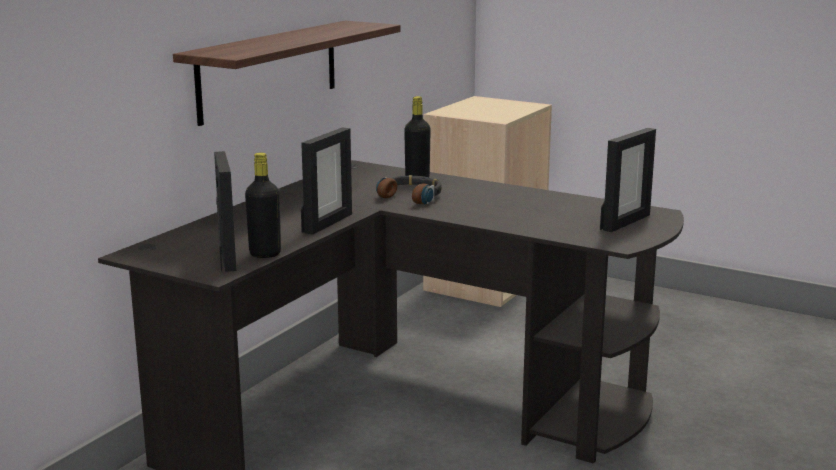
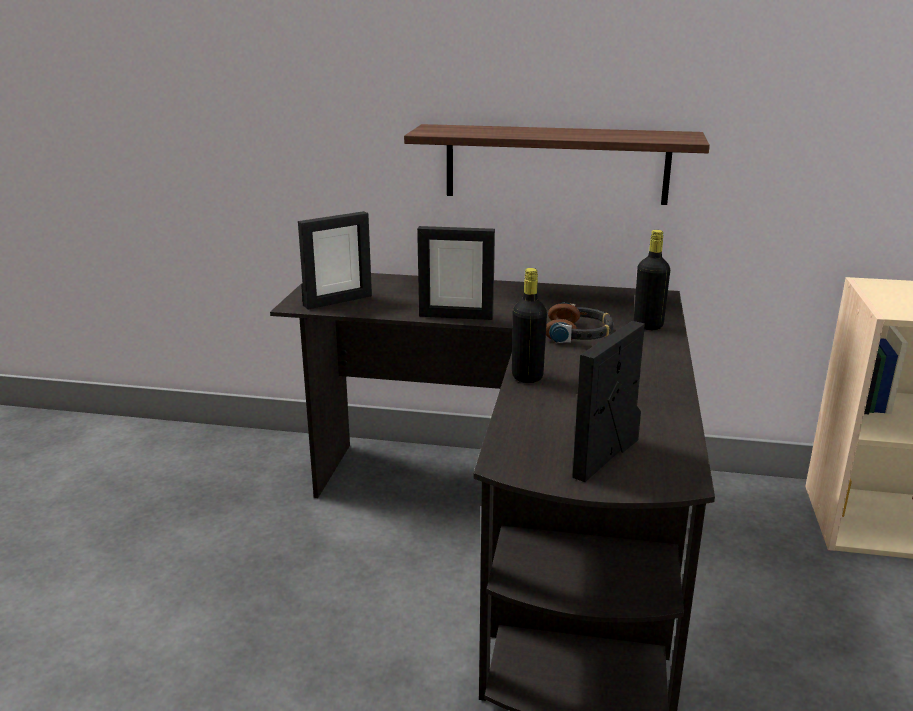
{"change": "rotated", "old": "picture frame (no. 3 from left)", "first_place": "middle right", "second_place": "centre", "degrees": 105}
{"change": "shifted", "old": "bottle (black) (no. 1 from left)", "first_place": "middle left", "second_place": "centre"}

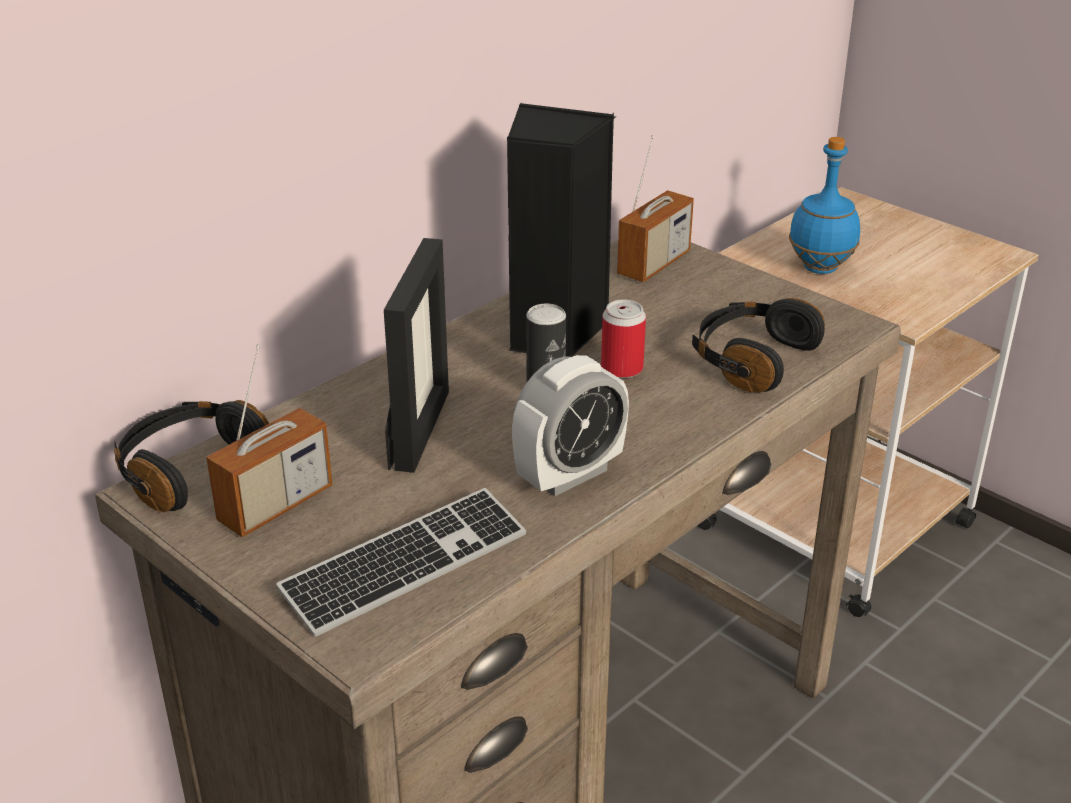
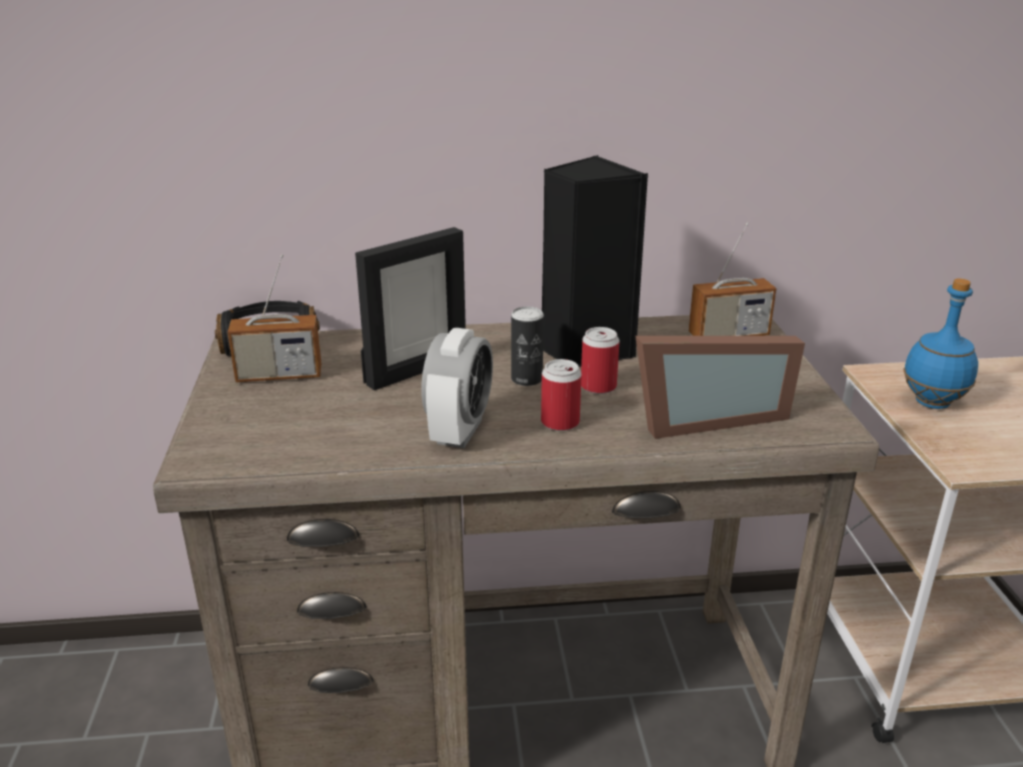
{"change": "swapped", "old": "headphones (black) (no. 2 from left)", "new": "picture frame (no. 2 from left)", "first_place": "middle right", "second_place": "middle right"}
{"change": "rotated", "old": "alarm clock", "first_place": "centre", "second_place": "centre", "degrees": -75}
{"change": "gone", "old": "keyboard", "first_place": "bottom centre"}
{"change": "new", "new": "can (no. 2 from left)", "second_place": "centre"}

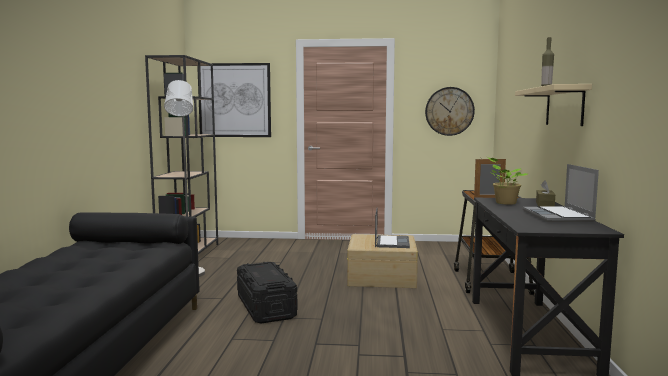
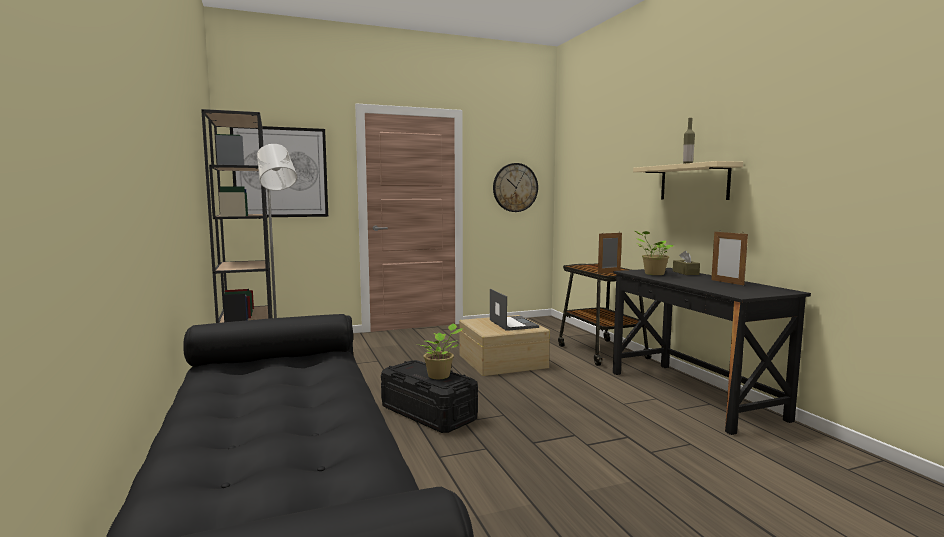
{"change": "swapped", "old": "laptop (no. 2 from left)", "new": "picture frame (no. 2 from left)", "first_place": "middle right", "second_place": "middle right"}
{"change": "new", "new": "potted plant (no. 1 from left)", "second_place": "centre"}

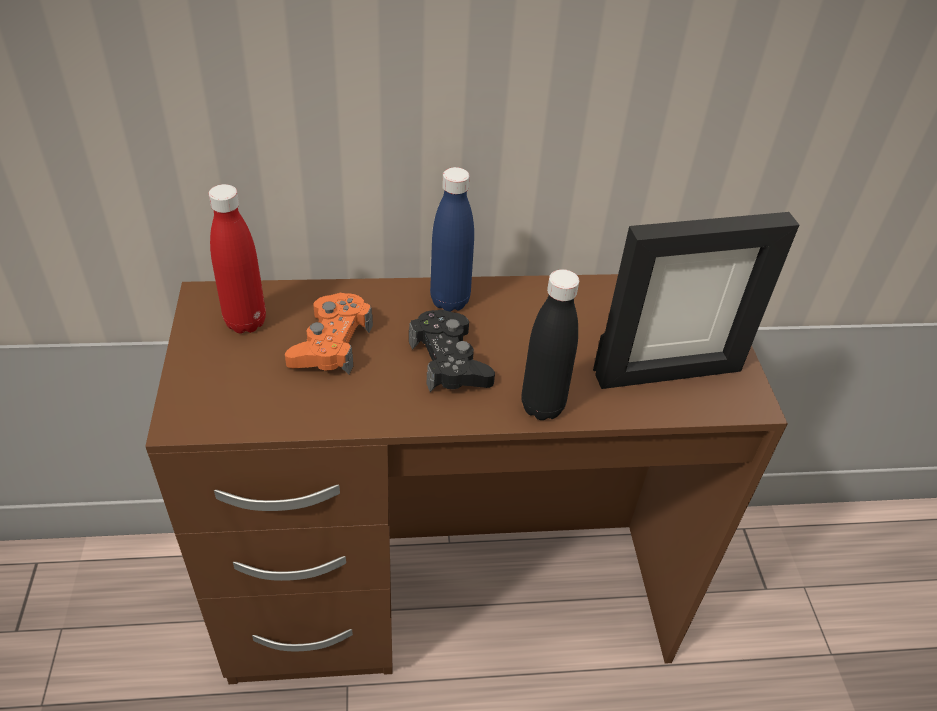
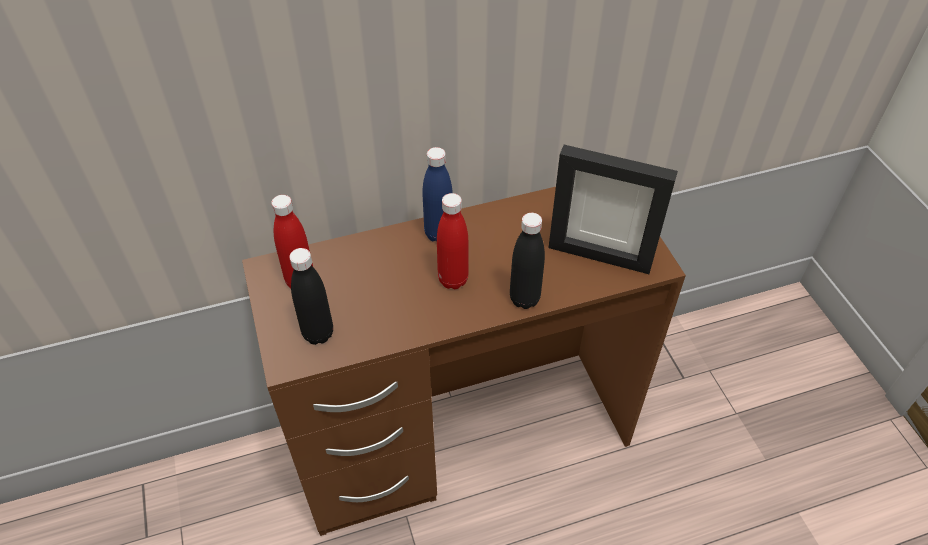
{"change": "rotated", "old": "picture frame", "first_place": "middle right", "second_place": "centre", "degrees": 45}
{"change": "gone", "old": "game controller (orange)", "first_place": "centre"}
{"change": "swapped", "old": "game controller (black)", "new": "bottle (red) (no. 2 from left)", "first_place": "centre", "second_place": "centre"}
{"change": "new", "new": "bottle (black) (no. 1 from left)", "second_place": "centre"}

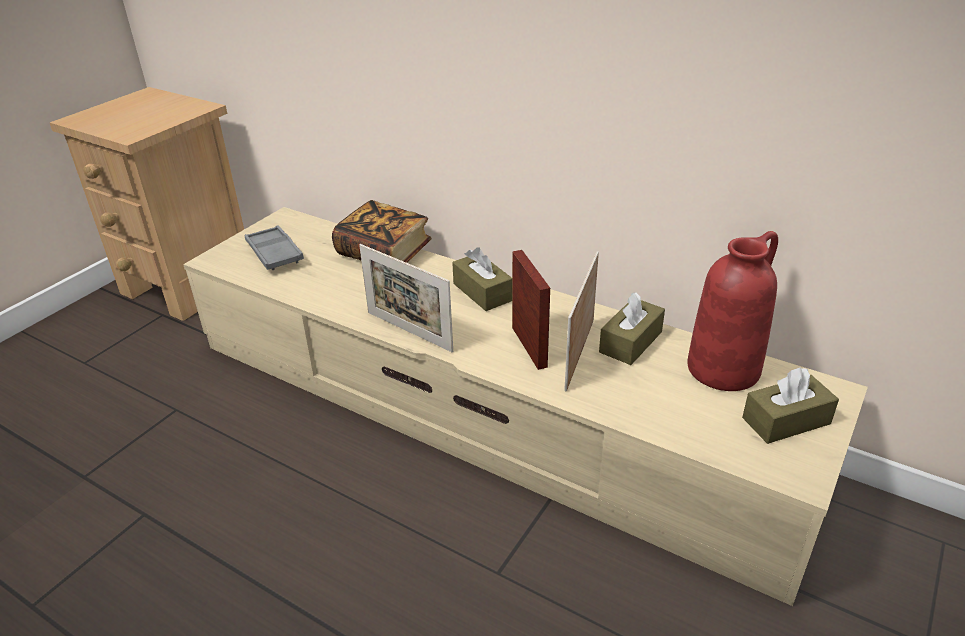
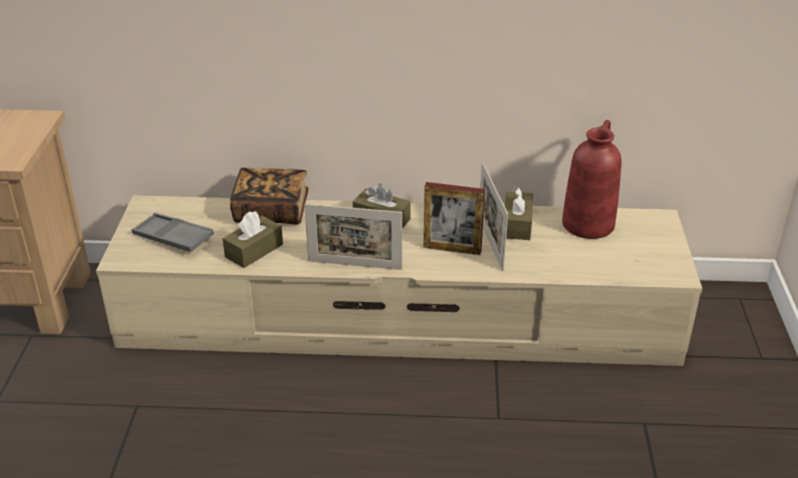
{"change": "rotated", "old": "picture frame (no. 2 from left)", "first_place": "centre", "second_place": "centre", "degrees": 150}
{"change": "shifted", "old": "tissue box (brown) (no. 3 from left in the first image)", "new": "tissue box (brown) (no. 1 from left)", "first_place": "middle right", "second_place": "middle left"}

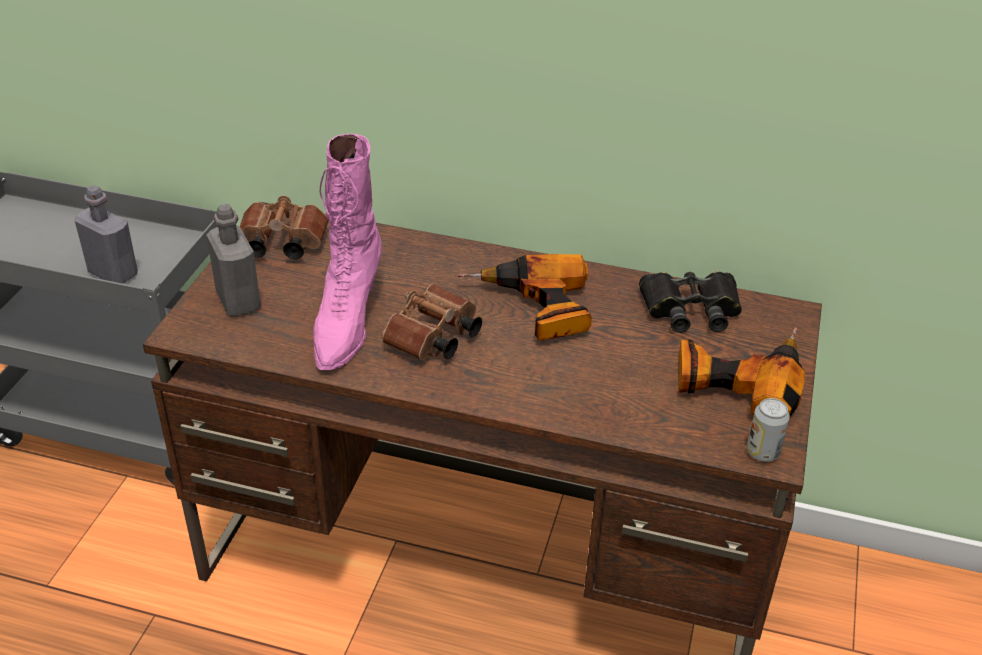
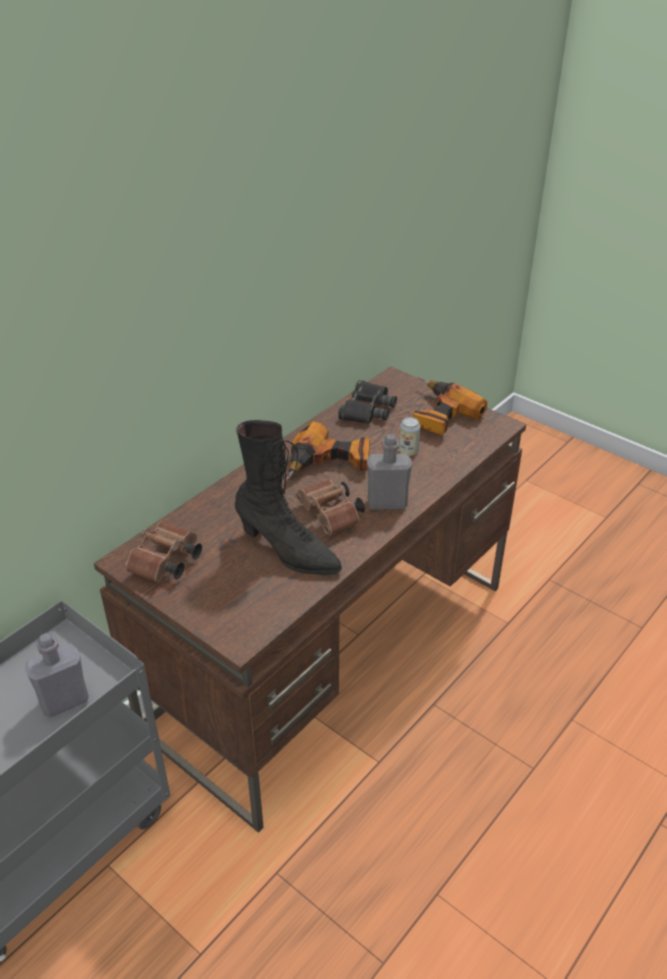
{"change": "repainted", "old": "boot (pink)", "new": "boot (black)", "first_place": "centre", "second_place": "centre"}
{"change": "shifted", "old": "bottle (grey) (no. 2 from left)", "first_place": "middle left", "second_place": "centre"}
{"change": "shifted", "old": "can", "first_place": "middle right", "second_place": "centre"}

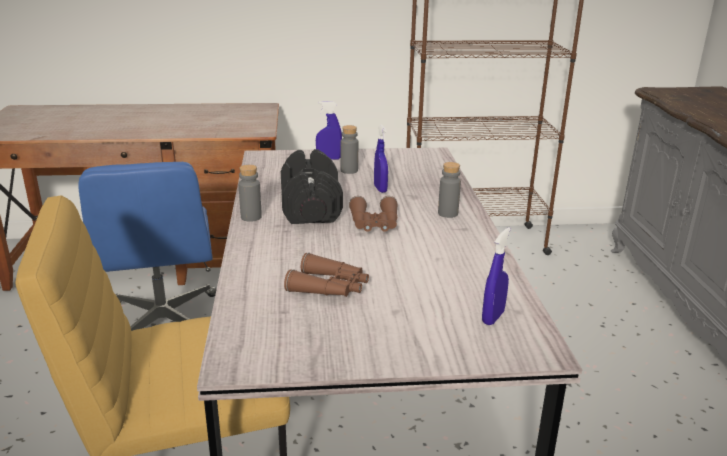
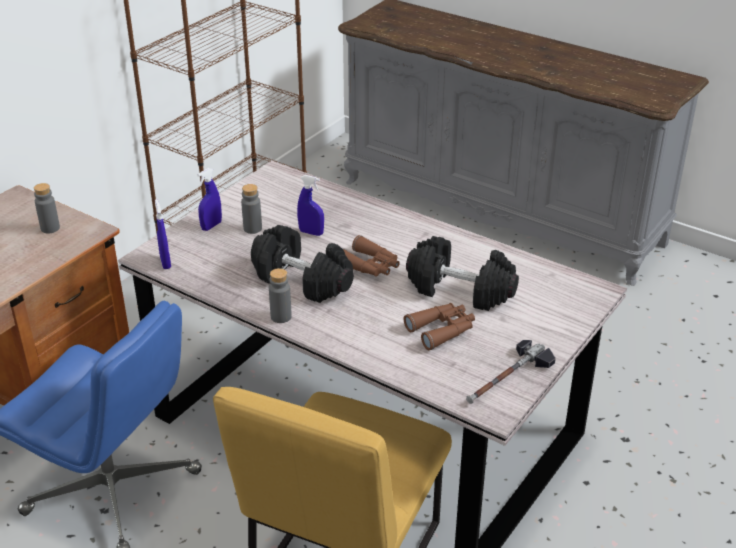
{"change": "shifted", "old": "bottle (grey) (no. 3 from left in the first image)", "new": "bottle (grey) (no. 1 from left)", "first_place": "centre", "second_place": "middle left"}
{"change": "shifted", "old": "spray bottle (blue) (no. 3 from left in the first image)", "new": "spray bottle (blue) (no. 1 from left)", "first_place": "middle right", "second_place": "middle left"}
{"change": "new", "new": "dumbbell (black) (no. 2 from left)", "second_place": "centre"}
{"change": "new", "new": "hammer", "second_place": "bottom right"}

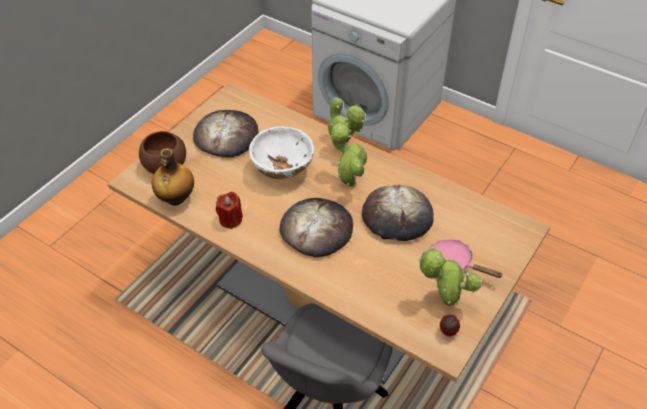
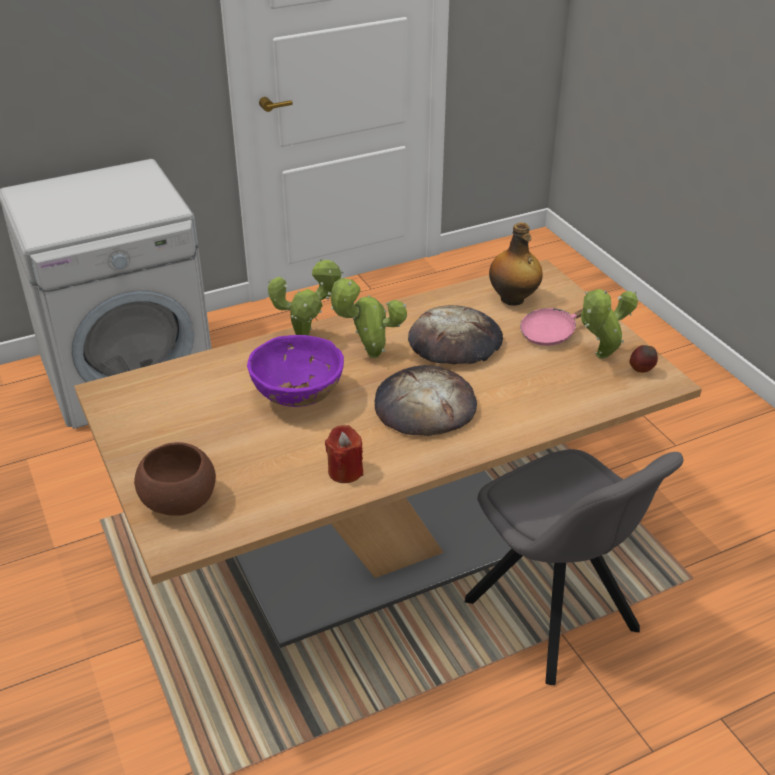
{"change": "gone", "old": "bread (no. 1 from left)", "first_place": "top centre"}
{"change": "repainted", "old": "bowl (white)", "new": "bowl (purple)", "first_place": "centre", "second_place": "centre"}
{"change": "shifted", "old": "bottle", "first_place": "middle left", "second_place": "centre"}

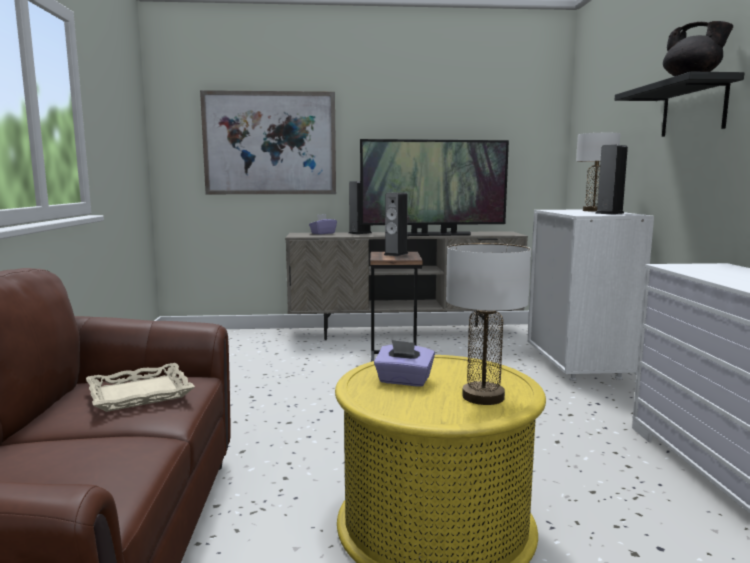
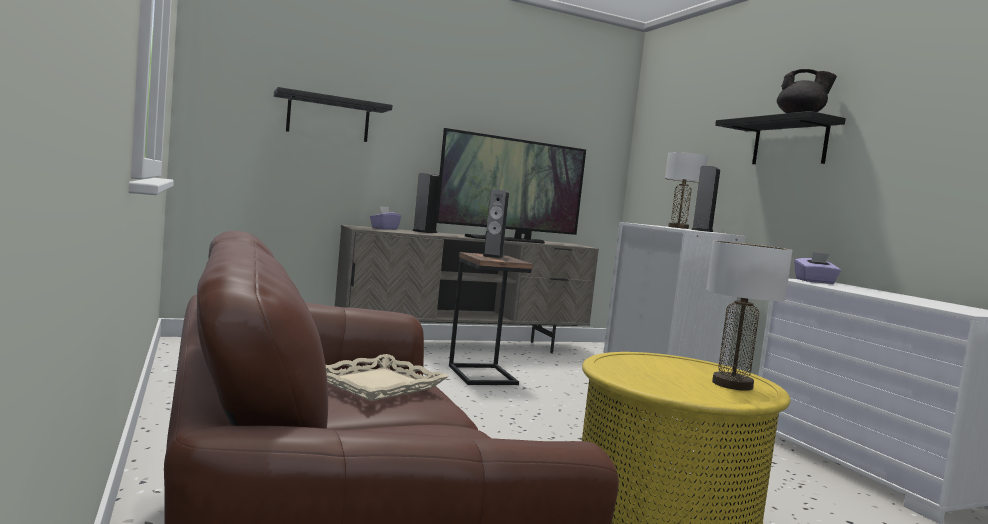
{"change": "swapped", "old": "picture", "new": "shelf (black) (no. 1 from left)", "first_place": "top centre", "second_place": "top centre"}
{"change": "shifted", "old": "tissue box (purple) (no. 2 from left)", "first_place": "centre", "second_place": "middle right"}

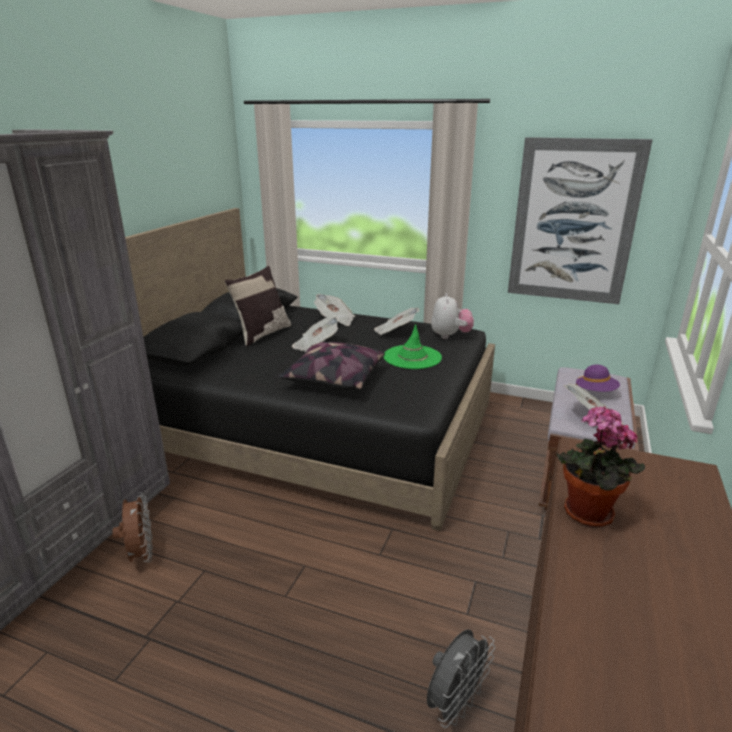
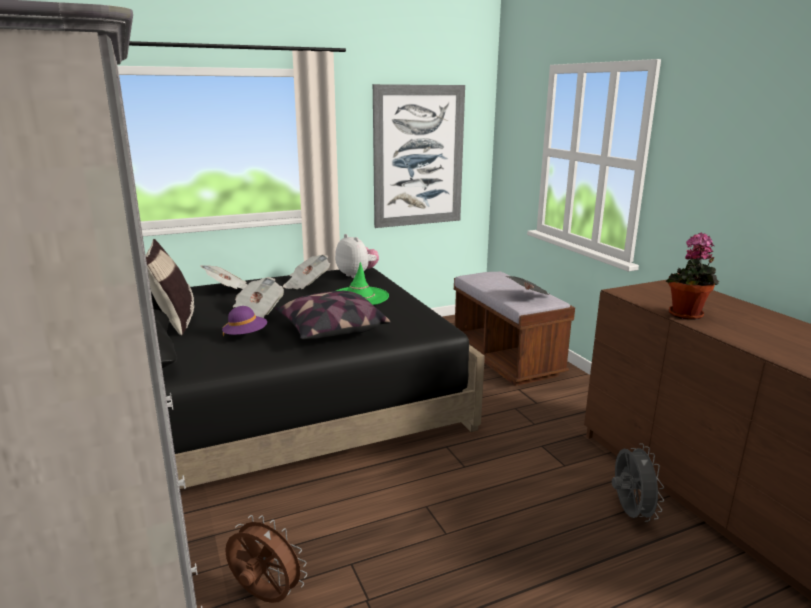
{"change": "shifted", "old": "hat (purple)", "first_place": "middle right", "second_place": "middle left"}

